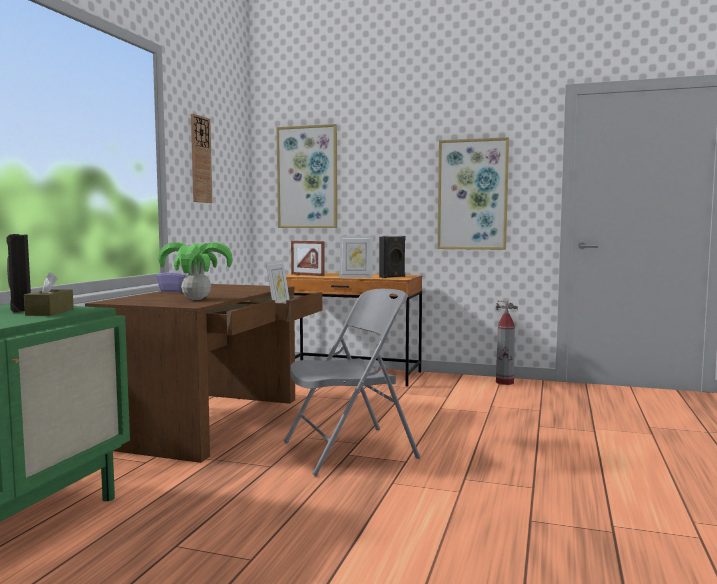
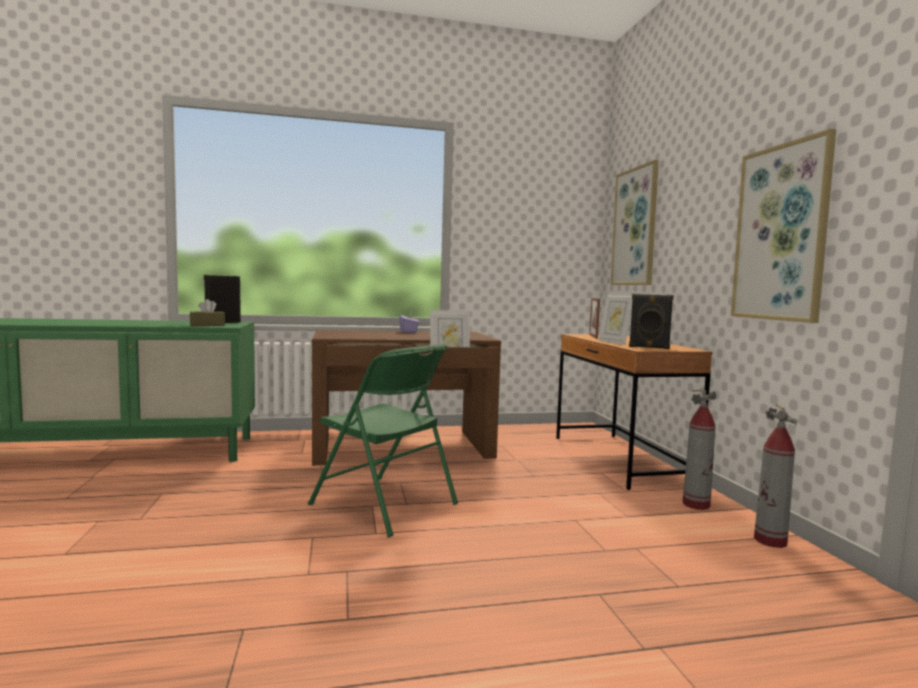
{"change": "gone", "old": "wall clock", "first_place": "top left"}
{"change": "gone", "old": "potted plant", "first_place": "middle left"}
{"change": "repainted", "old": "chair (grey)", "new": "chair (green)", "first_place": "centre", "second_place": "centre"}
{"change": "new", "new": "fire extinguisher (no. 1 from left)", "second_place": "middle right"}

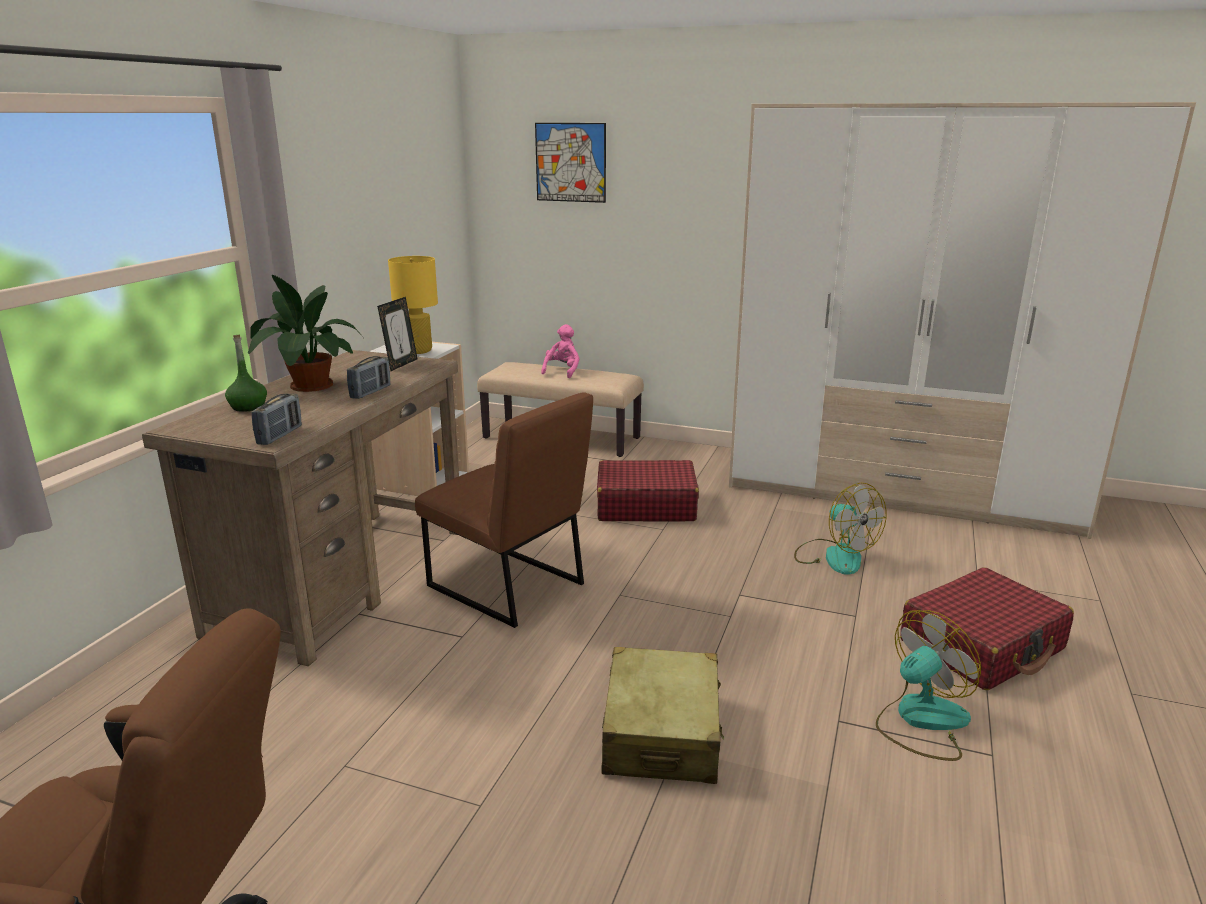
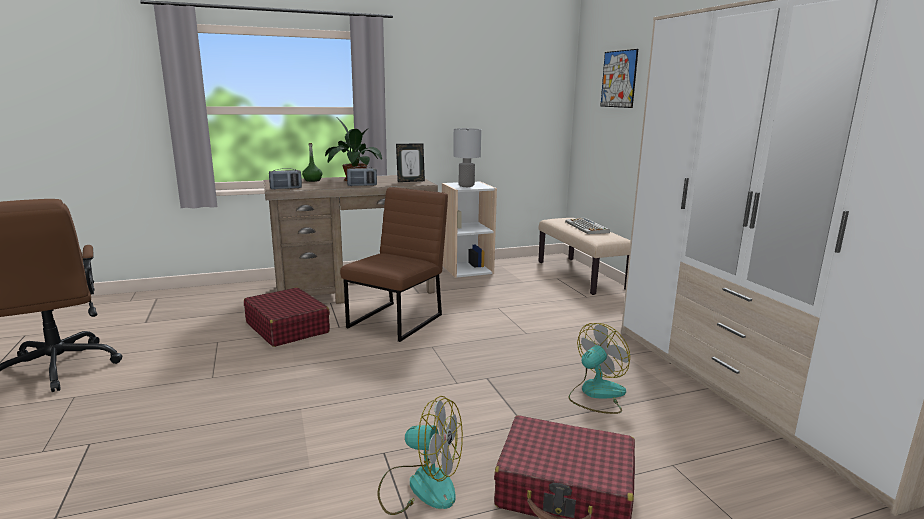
{"change": "repainted", "old": "table lamp (yellow)", "new": "table lamp (grey)", "first_place": "centre", "second_place": "top centre"}
{"change": "swapped", "old": "plush toy (pink)", "new": "keyboard", "first_place": "centre", "second_place": "centre"}
{"change": "rotated", "old": "chair (brown)", "first_place": "centre", "second_place": "centre", "degrees": -150}
{"change": "shifted", "old": "suitcase (red) (no. 1 from left)", "first_place": "centre", "second_place": "middle left"}
{"change": "rotated", "old": "fan (no. 1 from left in the first image)", "first_place": "middle right", "second_place": "bottom centre", "degrees": -150}
{"change": "gone", "old": "suitcase (beige)", "first_place": "bottom centre"}

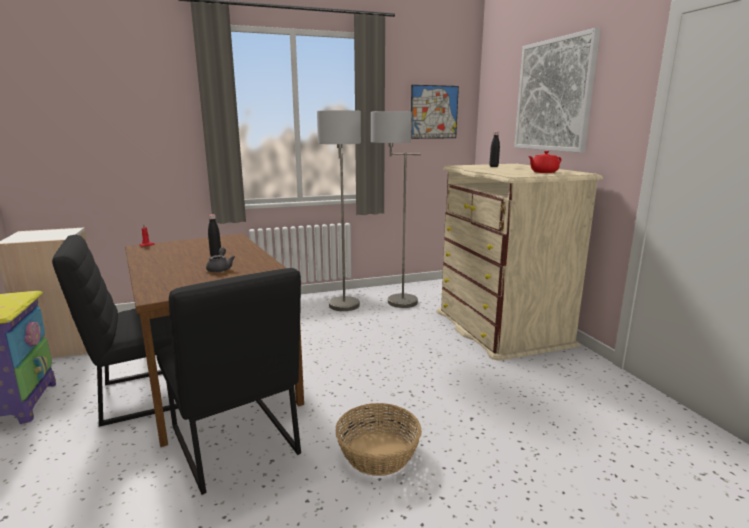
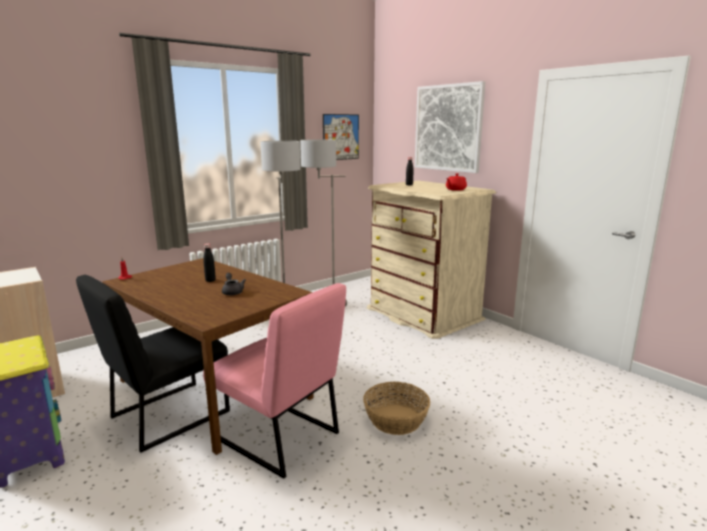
{"change": "repainted", "old": "chair (black) (no. 2 from left)", "new": "chair (pink)", "first_place": "bottom left", "second_place": "bottom centre"}

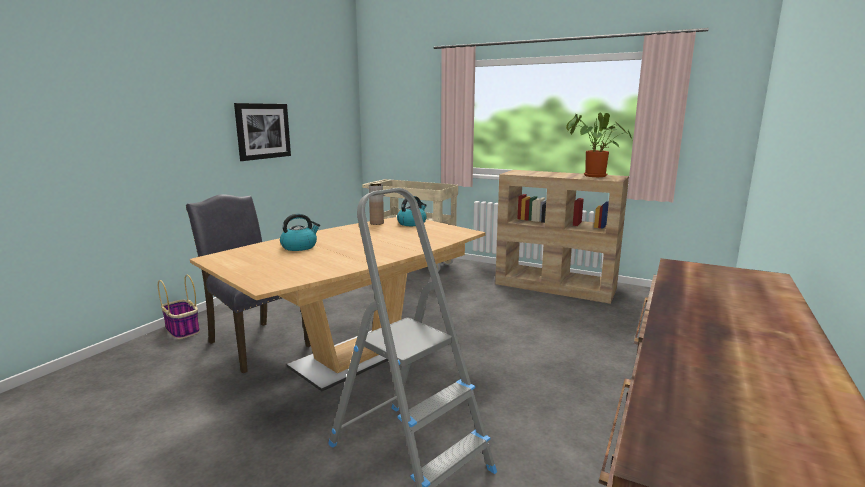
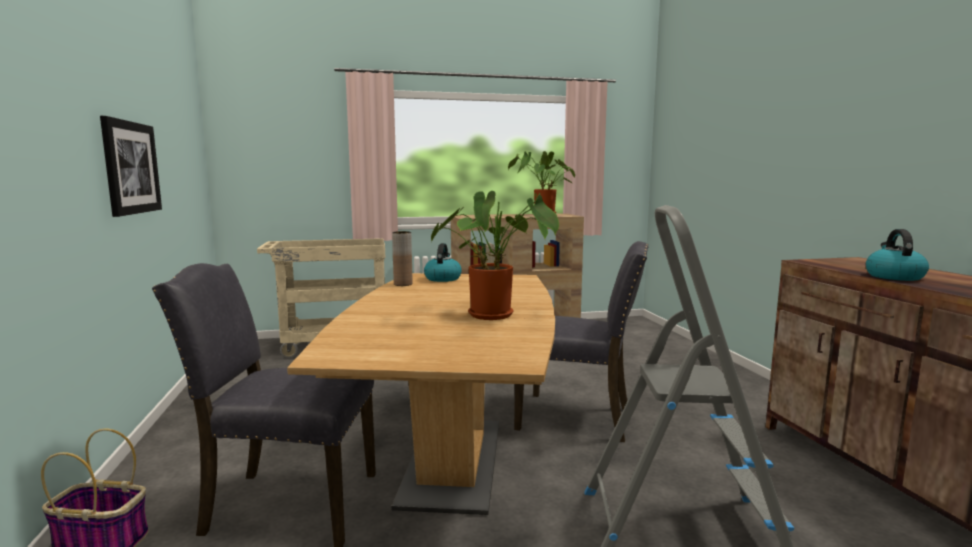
{"change": "shifted", "old": "kettle (no. 1 from left in the first image)", "new": "kettle (no. 2 from left)", "first_place": "centre", "second_place": "middle right"}
{"change": "new", "new": "potted plant (no. 1 from left)", "second_place": "centre"}
{"change": "new", "new": "chair (grey) (no. 2 from left)", "second_place": "centre"}

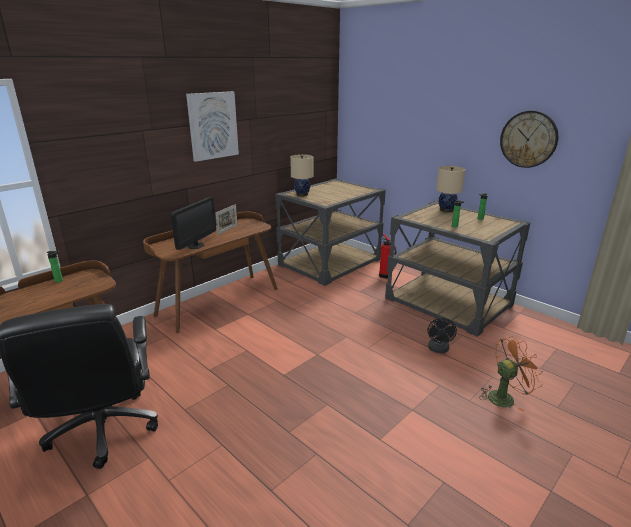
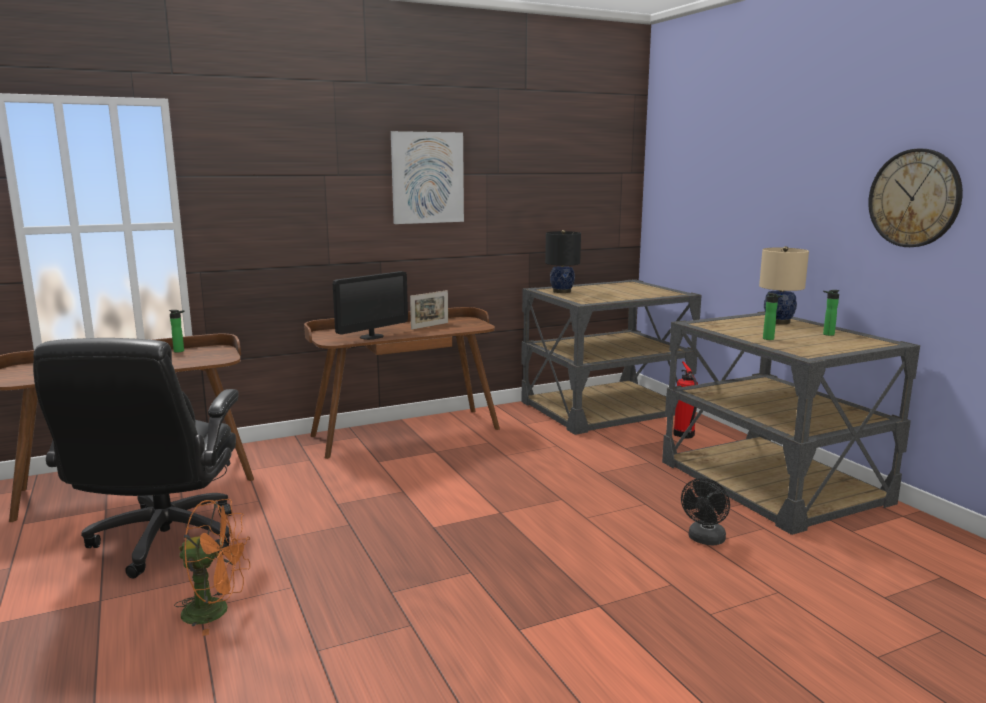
{"change": "repainted", "old": "table lamp (beige) (no. 1 from left)", "new": "table lamp (black)", "first_place": "top centre", "second_place": "centre"}
{"change": "shifted", "old": "fan (orange)", "first_place": "bottom right", "second_place": "bottom left"}

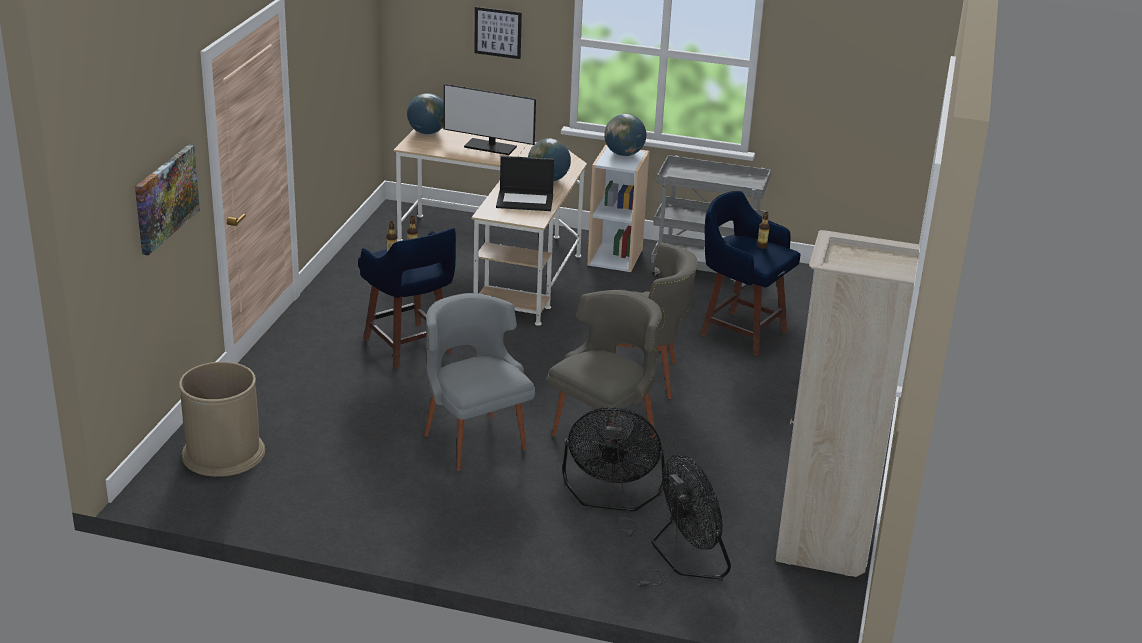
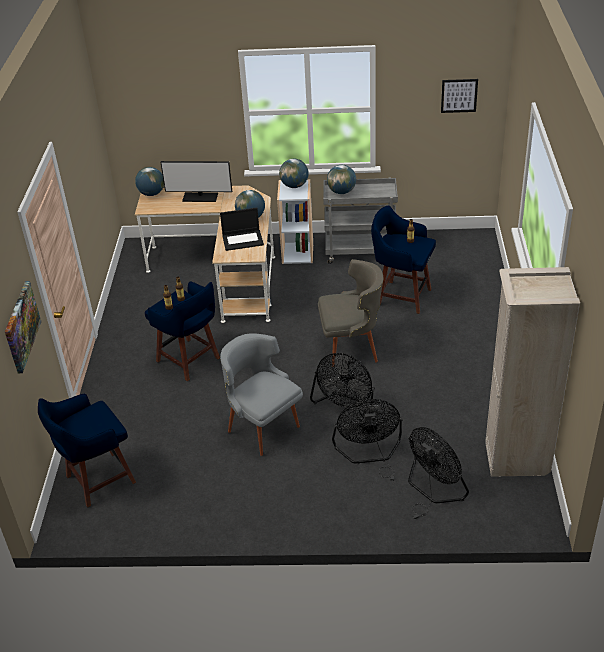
{"change": "shifted", "old": "picture (no. 2 from left)", "first_place": "top centre", "second_place": "top right"}
{"change": "swapped", "old": "chair (grey) (no. 2 from left)", "new": "fan (black) (no. 1 from left)", "first_place": "centre", "second_place": "centre"}
{"change": "swapped", "old": "trash can (brown)", "new": "stool (blue) (no. 1 from left)", "first_place": "middle left", "second_place": "bottom left"}
{"change": "new", "new": "globe (no. 4 from left)", "second_place": "top centre"}

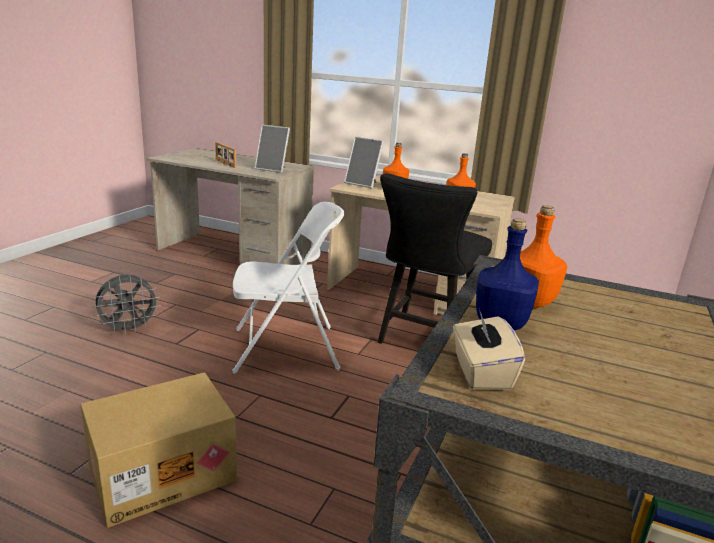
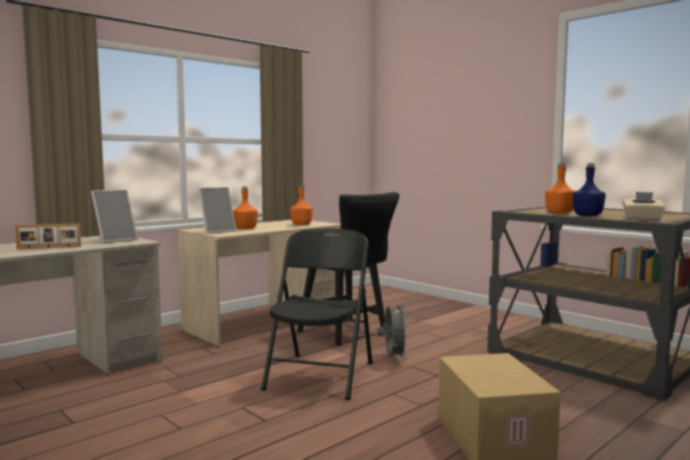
{"change": "repainted", "old": "chair (white)", "new": "chair (black) (no. 1 from left)", "first_place": "centre", "second_place": "bottom centre"}
{"change": "shifted", "old": "fan (grey)", "first_place": "middle left", "second_place": "bottom centre"}

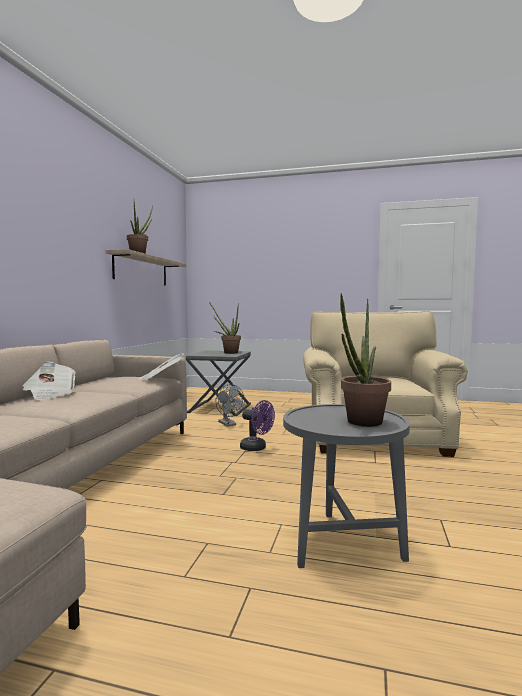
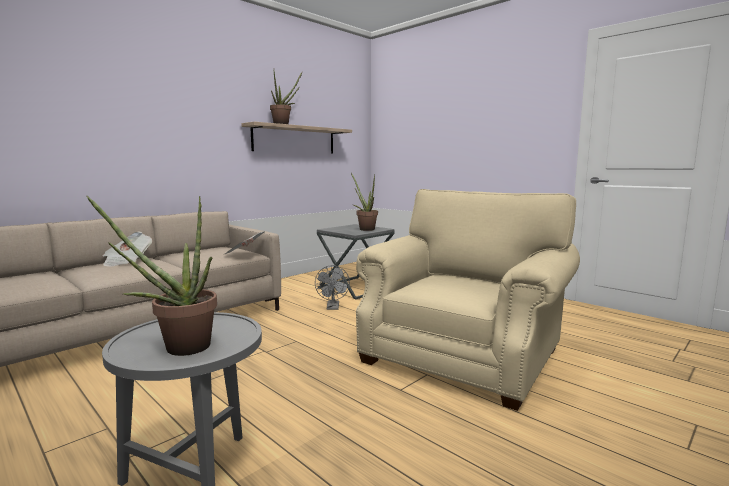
{"change": "gone", "old": "fan (purple)", "first_place": "centre"}

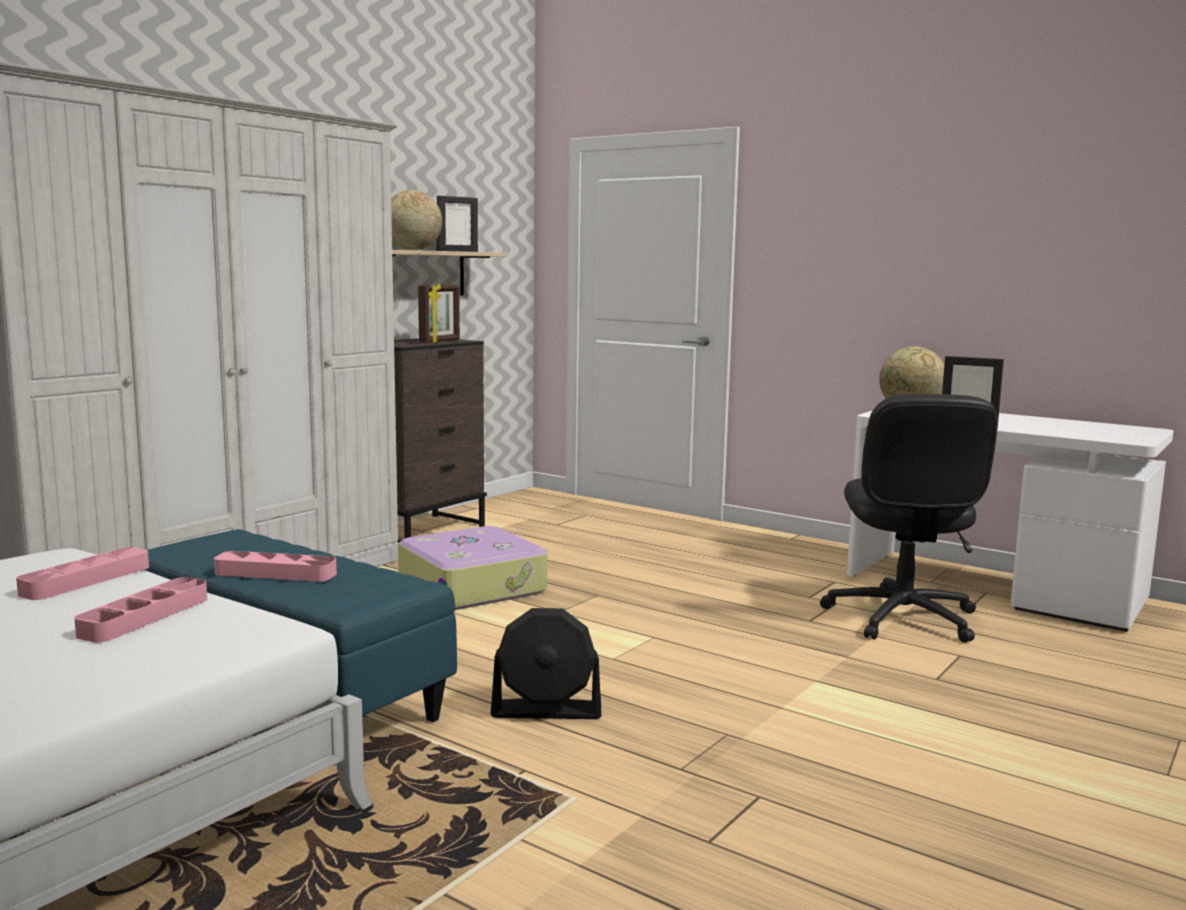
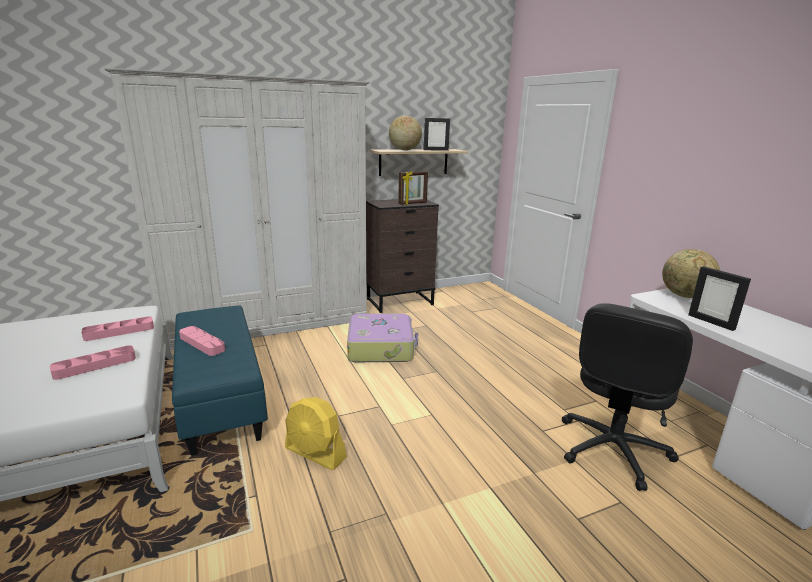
{"change": "repainted", "old": "fan (black)", "new": "fan (yellow)", "first_place": "bottom centre", "second_place": "bottom centre"}

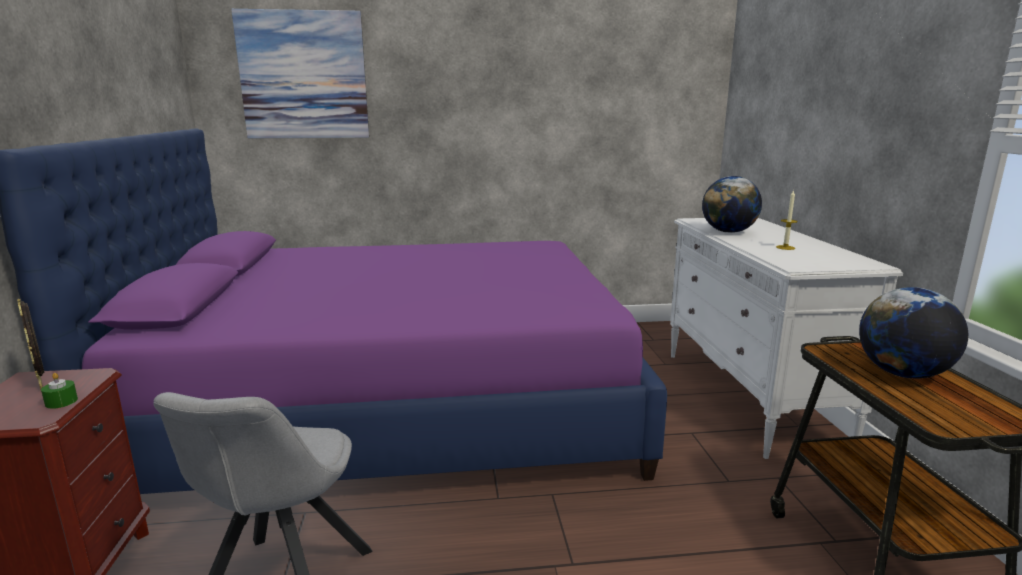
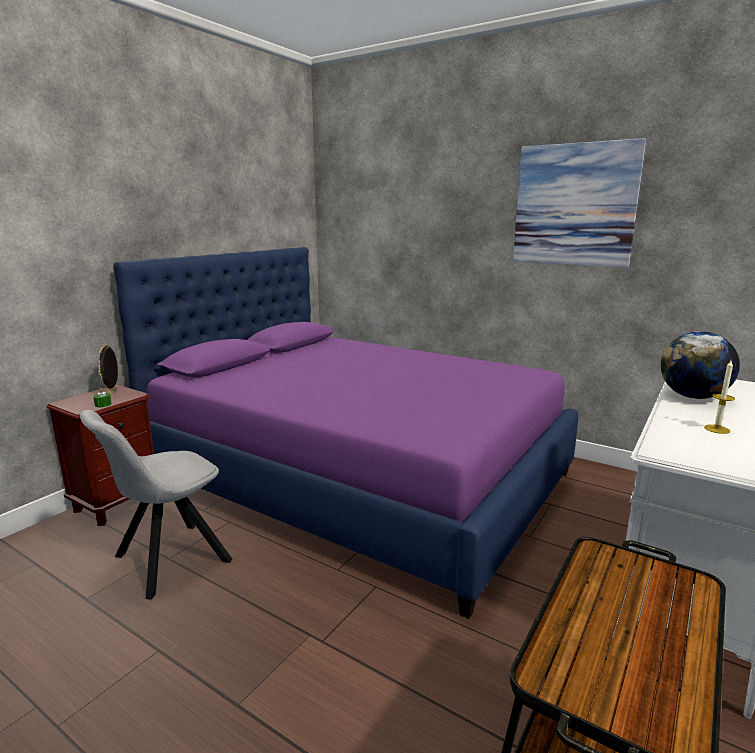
{"change": "shifted", "old": "picture", "first_place": "top left", "second_place": "top right"}
{"change": "gone", "old": "globe (no. 2 from left)", "first_place": "middle right"}

